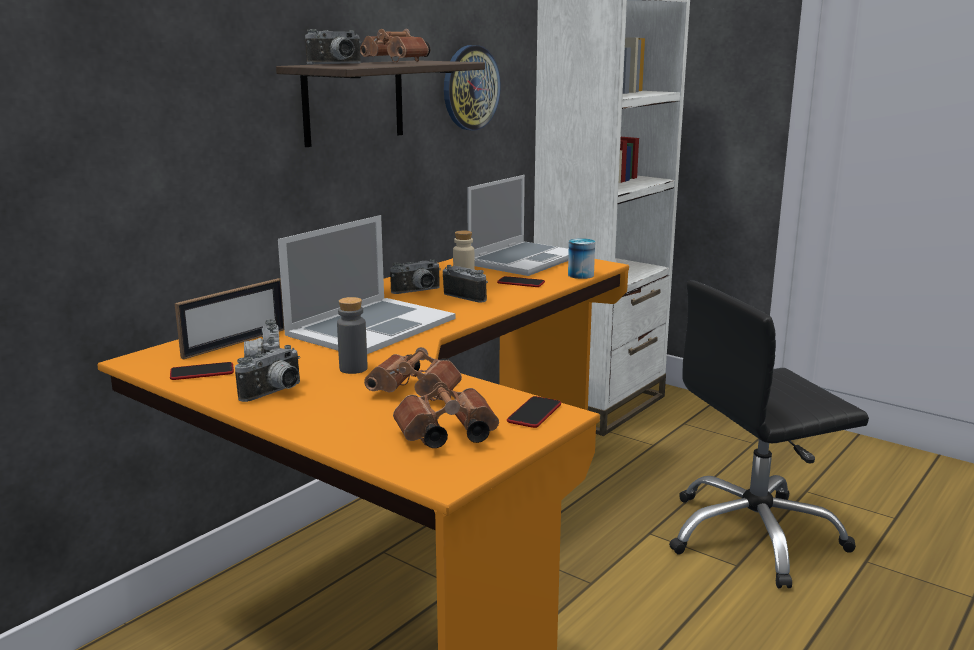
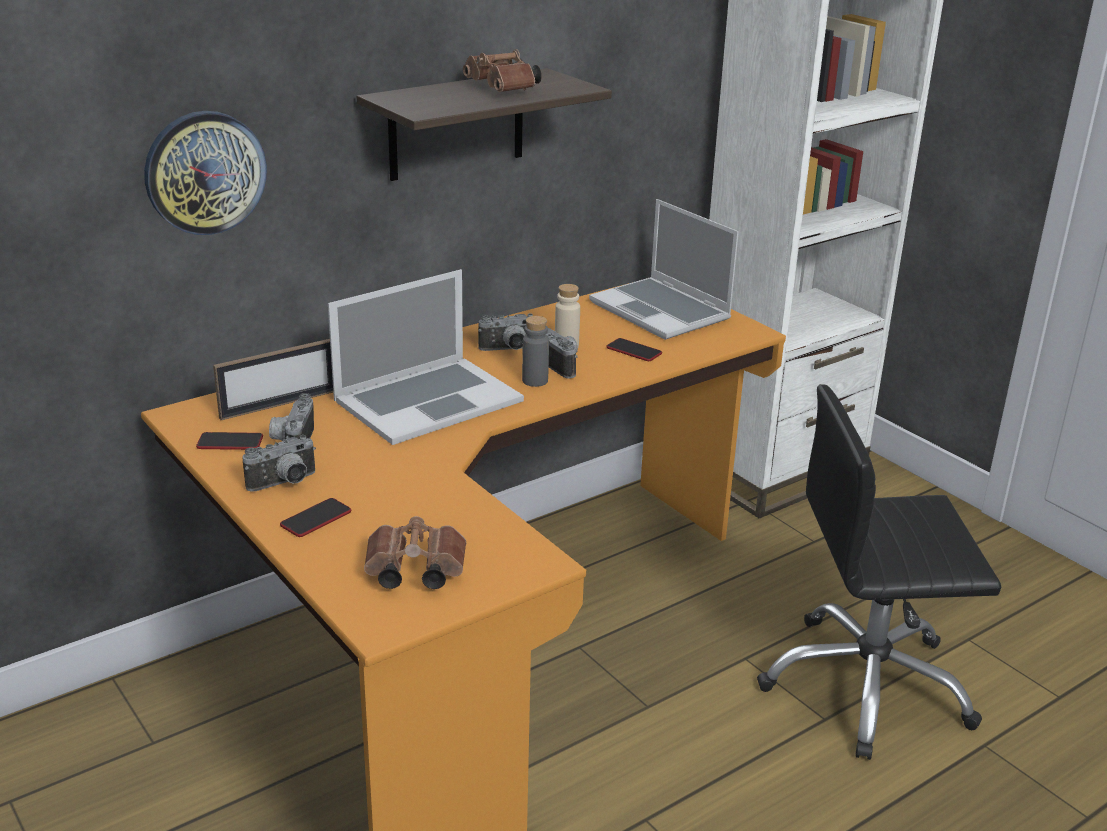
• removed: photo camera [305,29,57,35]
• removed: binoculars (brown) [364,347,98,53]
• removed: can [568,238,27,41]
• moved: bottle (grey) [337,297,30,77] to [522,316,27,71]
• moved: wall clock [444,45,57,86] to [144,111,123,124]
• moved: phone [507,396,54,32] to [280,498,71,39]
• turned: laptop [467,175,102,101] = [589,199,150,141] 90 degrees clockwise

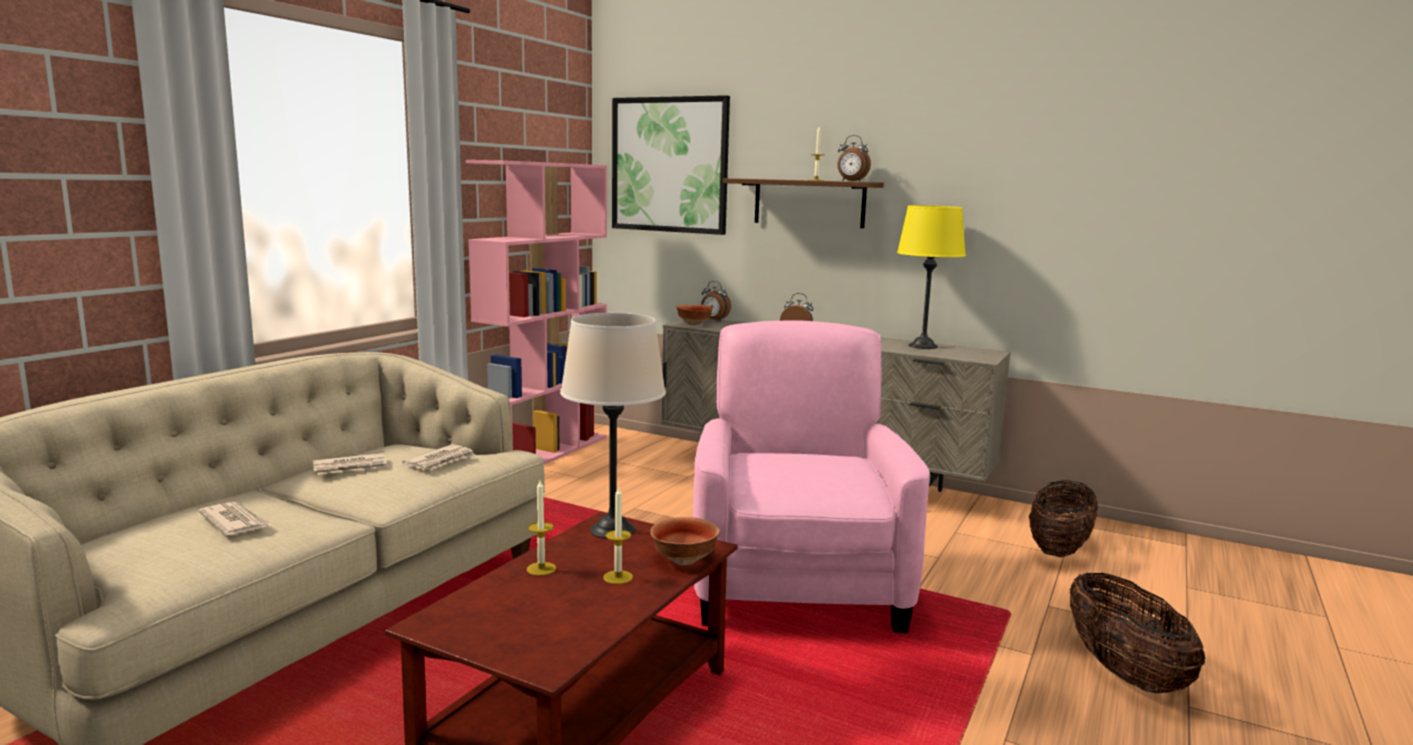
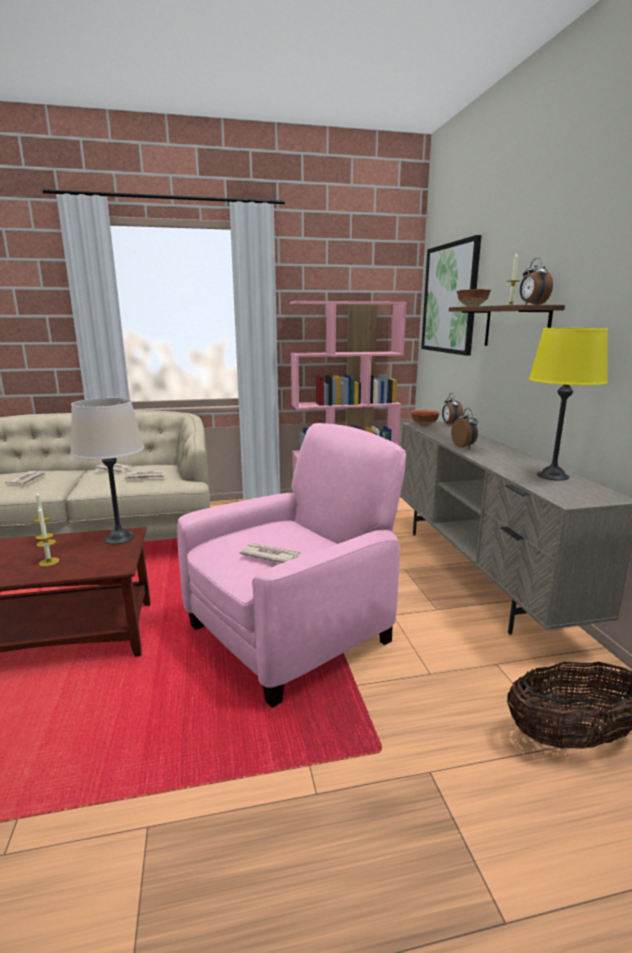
• removed: basket [1070,572,135,121]
• added: newspaper [239,543,61,20]
• moved: bowl [650,517,70,48] to [456,289,35,18]

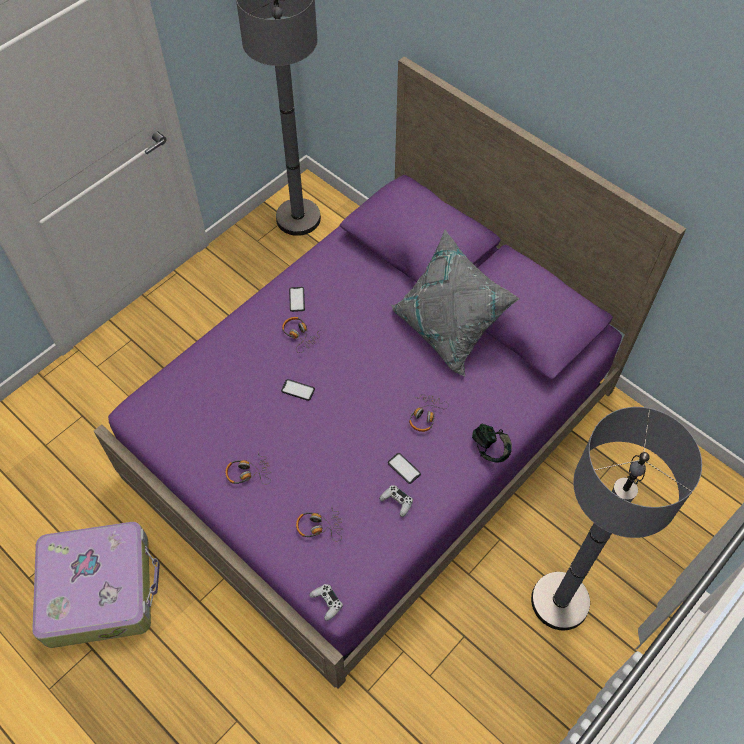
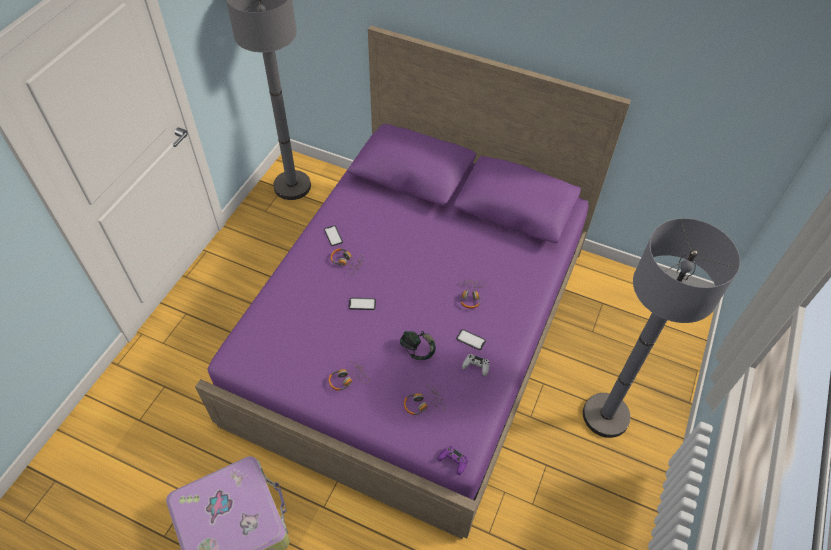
• removed: pillow (grey) [391,229,128,148]
• moved: headphones [472,424,40,39] to [400,331,36,29]
• recoloured: game controller (white) [309,584,34,37] to game controller (purple) [437,446,31,29]

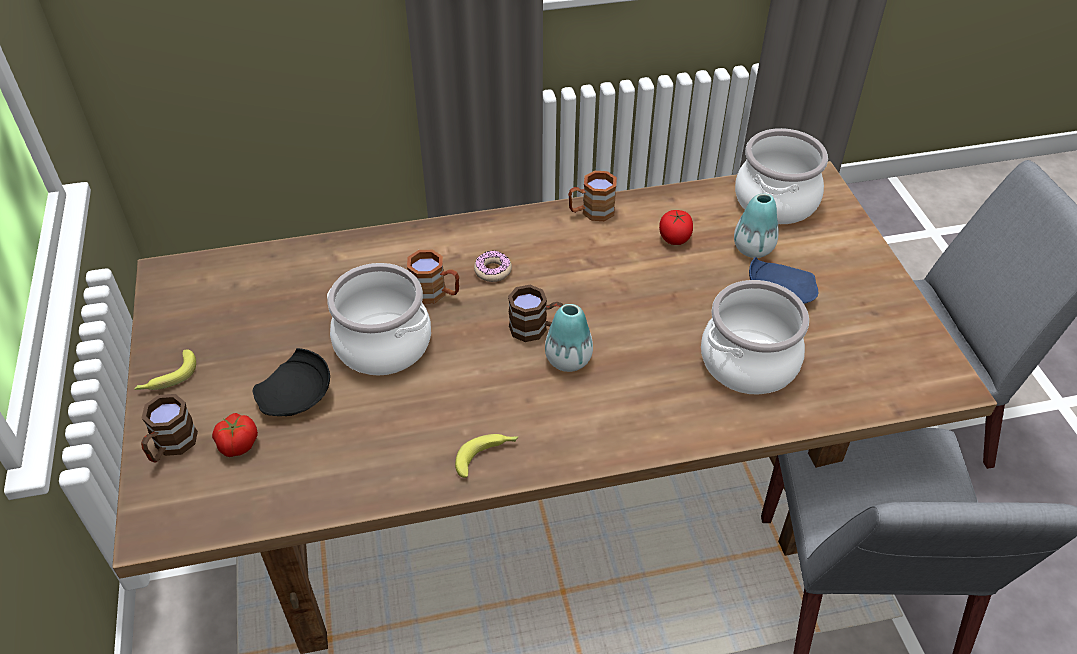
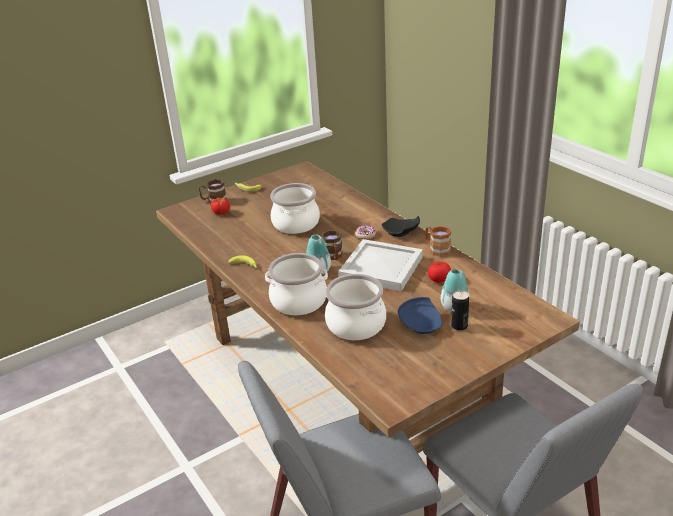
• removed: mug (brown) [407,250,52,54]
• added: tray (white) [338,239,85,52]
• added: can [451,290,18,40]
• moved: plate (black) [253,348,77,68] to [382,216,38,21]
• moved: cooking pot [735,128,93,96] to [265,253,63,62]

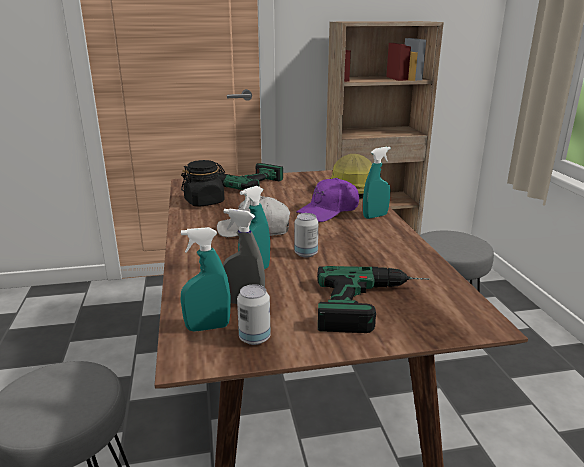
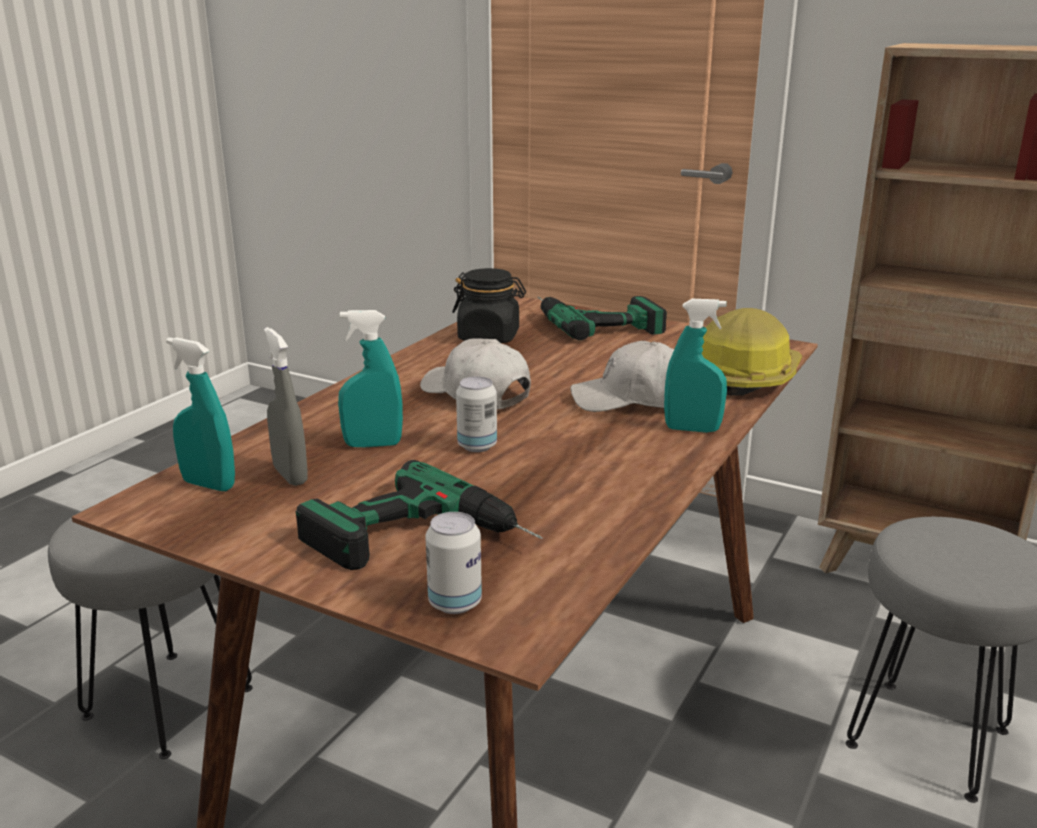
• moved: can [237,284,34,61] to [425,512,57,102]
• recoloured: cap (purple) [296,178,63,44] to cap (white) [570,341,104,71]

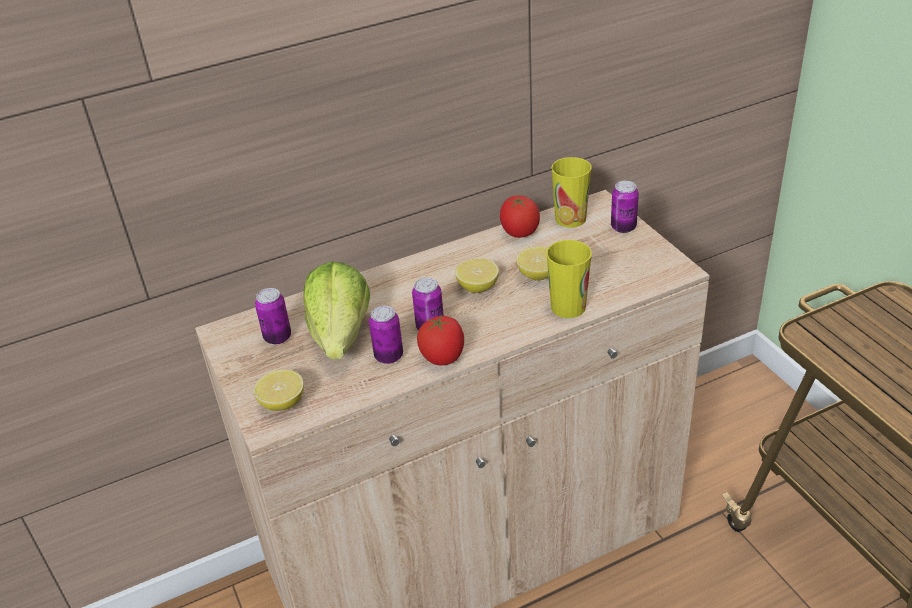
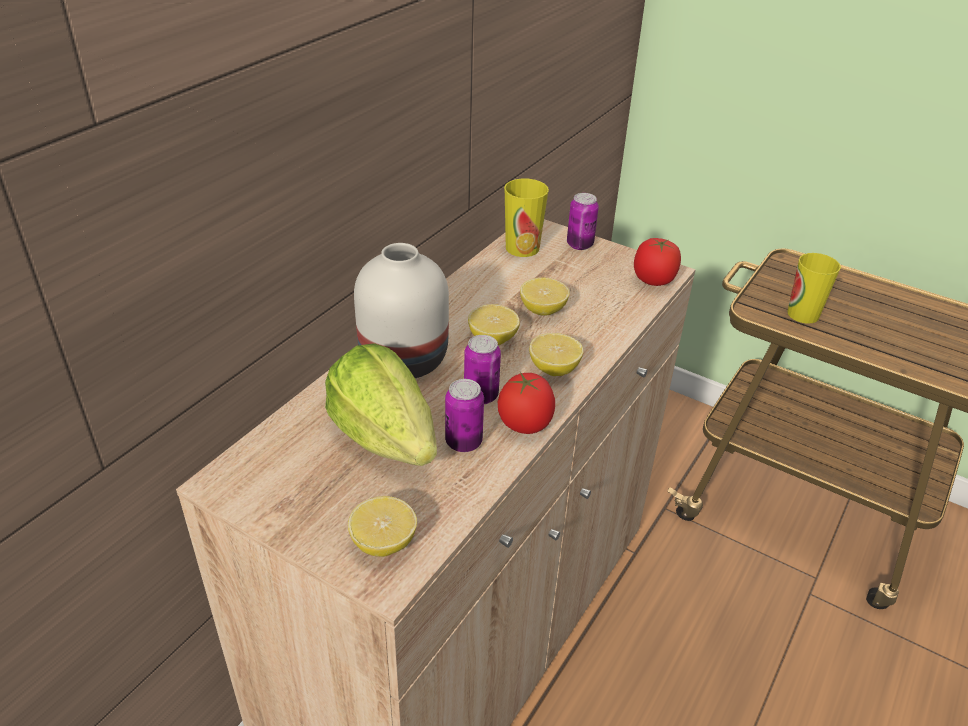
• removed: can [255,288,36,56]
• added: vase (white) [354,243,95,135]
• added: lemon [529,333,54,43]
• moved: tomato [500,195,40,43] to [634,238,47,48]
• moved: cup [546,240,46,78] to [787,253,54,71]

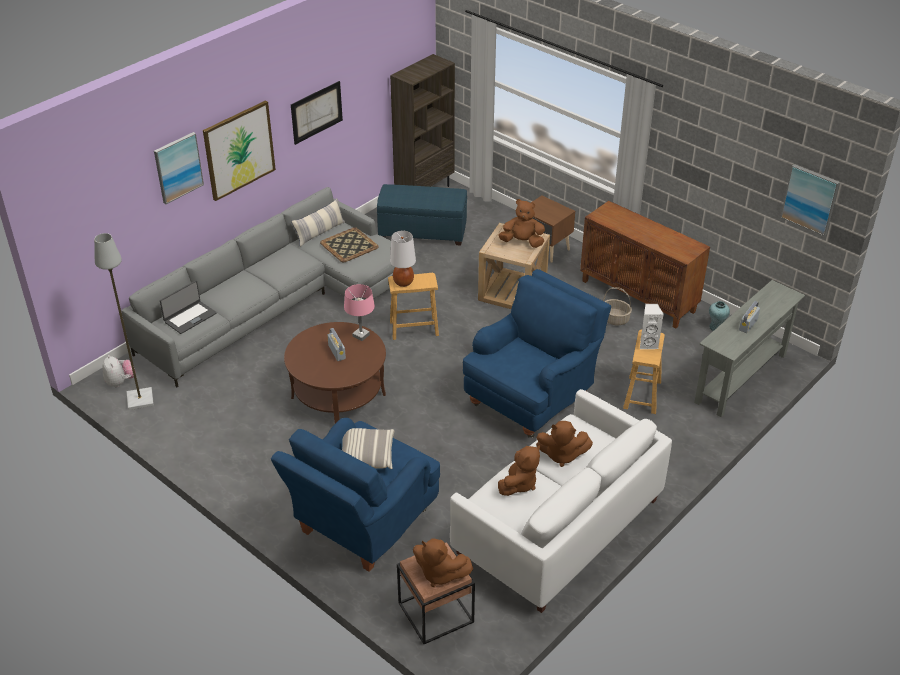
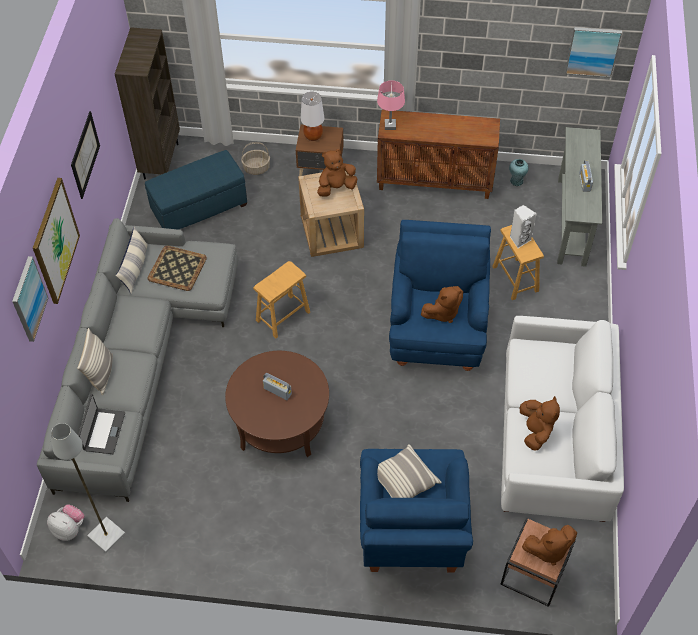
• added: pillow [77,328,36,67]
• moved: table lamp (pink) [344,284,31,57] to [377,80,28,50]
• moved: table lamp (white) [390,231,26,56] to [301,92,23,49]
• moved: plush toy (brown) [536,421,57,46] to [421,286,42,37]
• moved: basket [603,287,29,39] to [241,142,29,33]

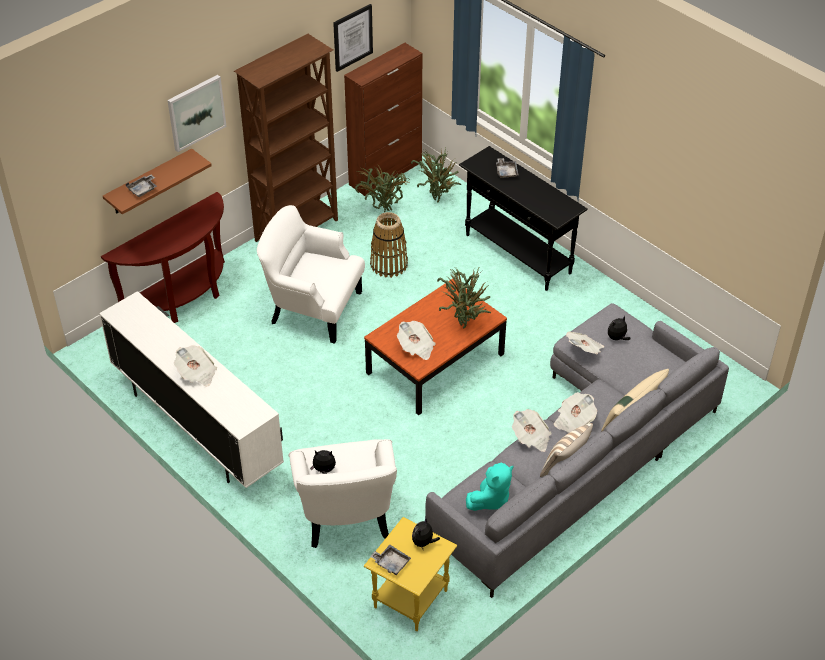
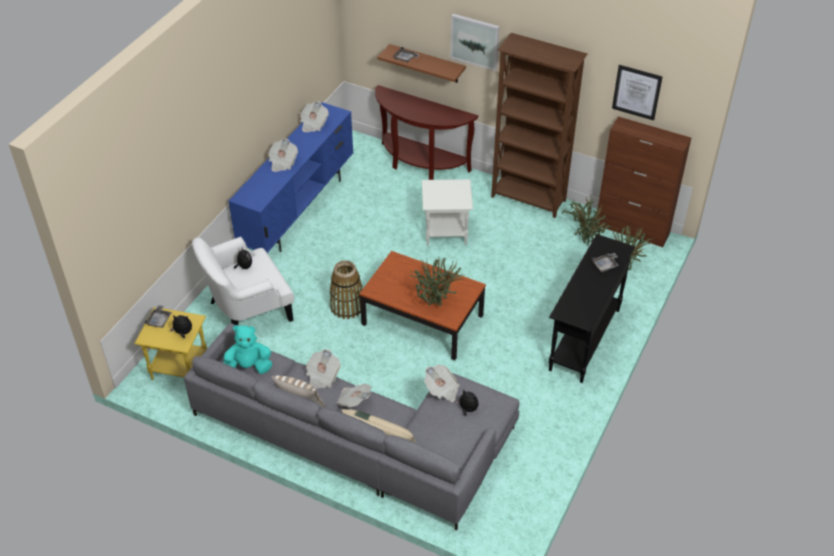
• moved: basket [370,212,38,66] to [330,260,33,59]
• moved: newspaper [397,321,39,39] to [300,101,29,31]
• replaced: armchair (white) [257,205,108,139] to side table (white) [422,179,51,67]
• recoloured: tv stand (white) [99,291,185,197] to tv stand (blue) [228,102,125,151]
• turned: plush toy (turquoise) [466,463,47,48] = [222,325,50,49] 150 degrees clockwise

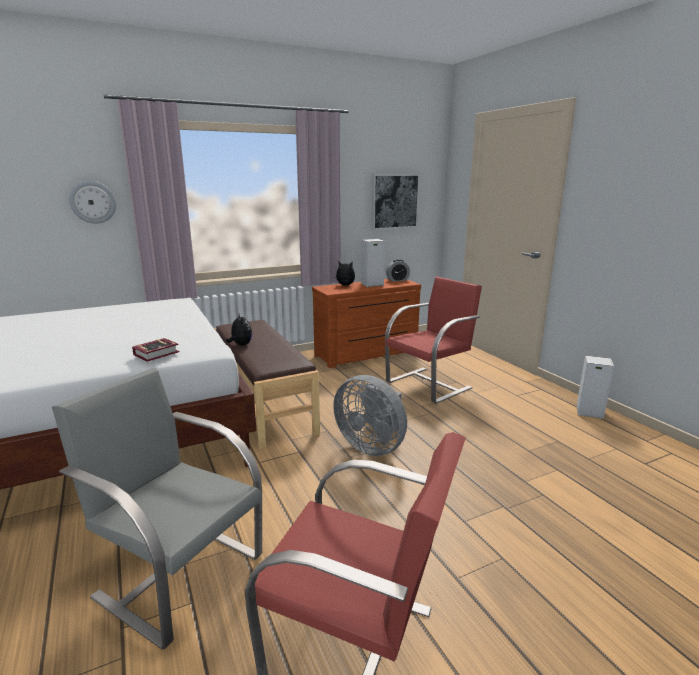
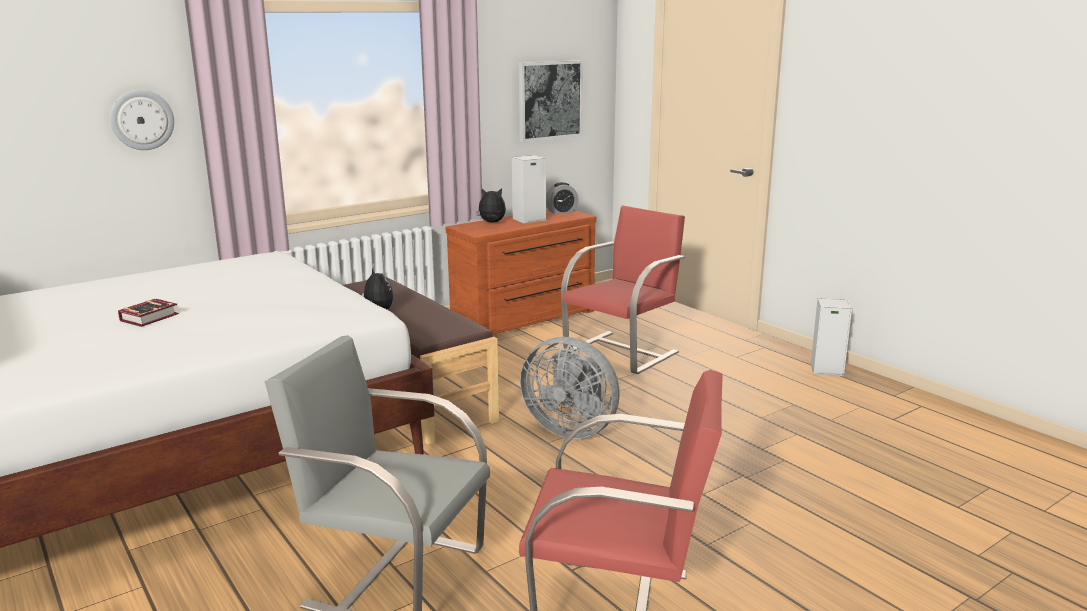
• moved: book [132,338,47,24] to [118,299,61,28]

